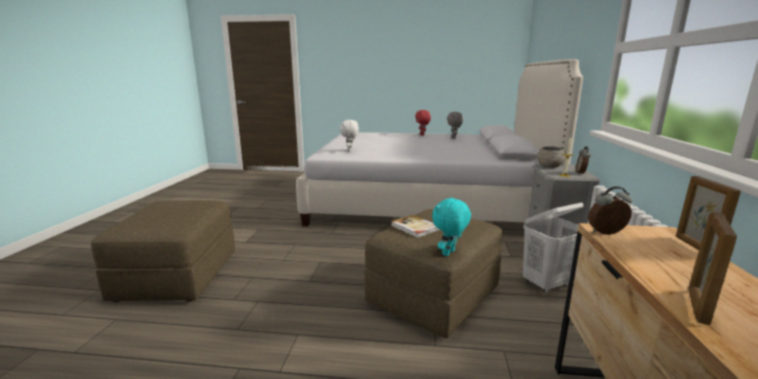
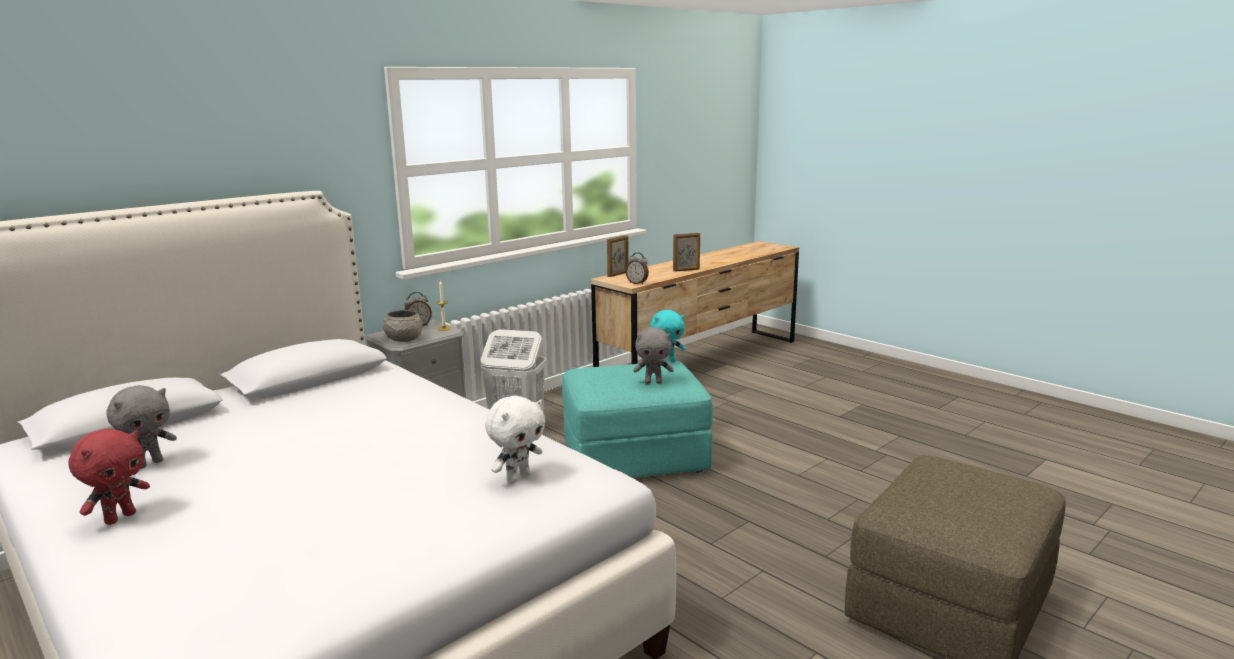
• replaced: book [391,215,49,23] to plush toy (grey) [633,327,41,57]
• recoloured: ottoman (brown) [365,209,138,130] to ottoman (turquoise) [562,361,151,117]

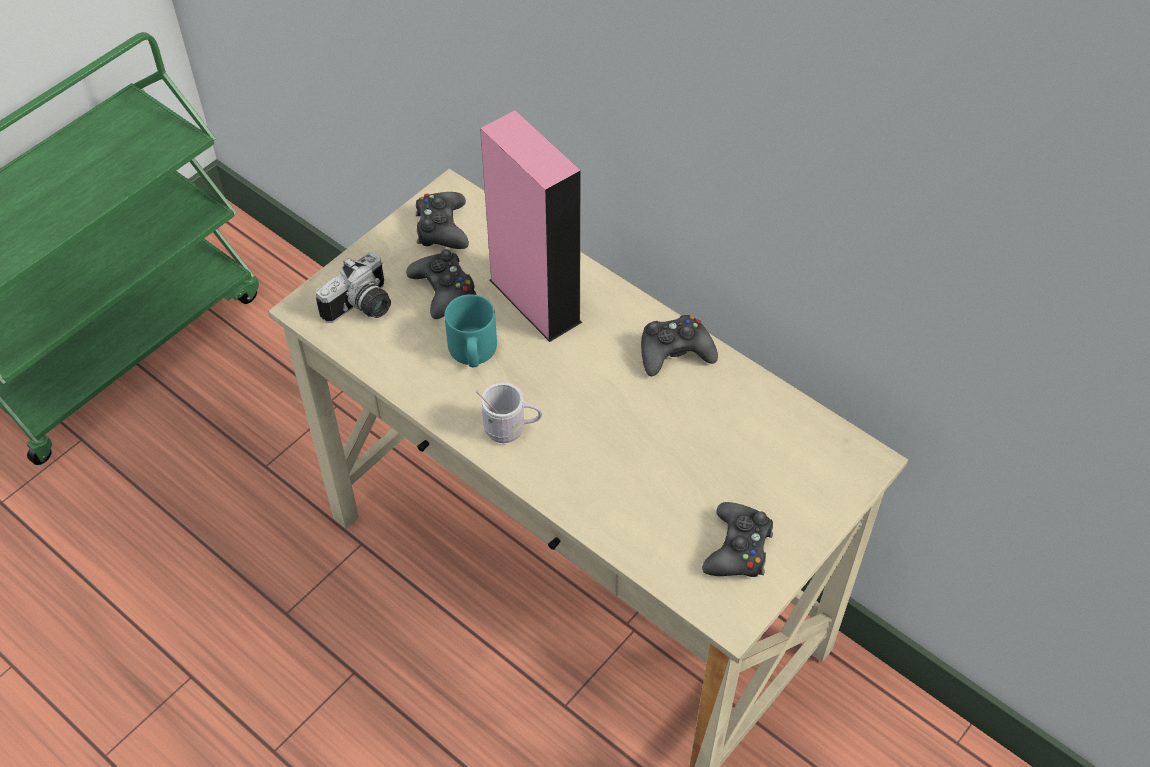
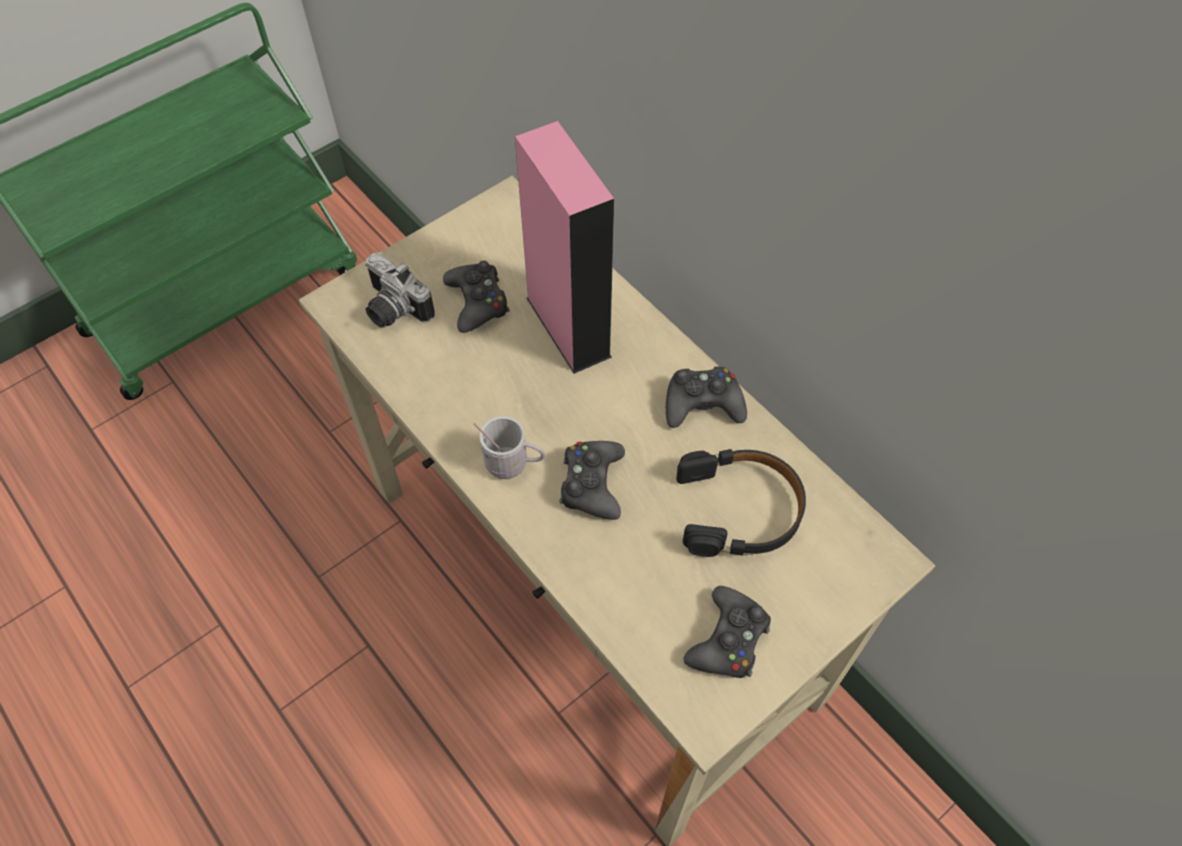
• removed: mug (turquoise) [444,294,53,73]
• added: headphones (black) [676,449,130,108]
• moved: game controller (black) [416,192,53,57] to [560,441,65,79]
• turned: photo camera [316,252,75,71] = [365,253,70,75] 75 degrees clockwise

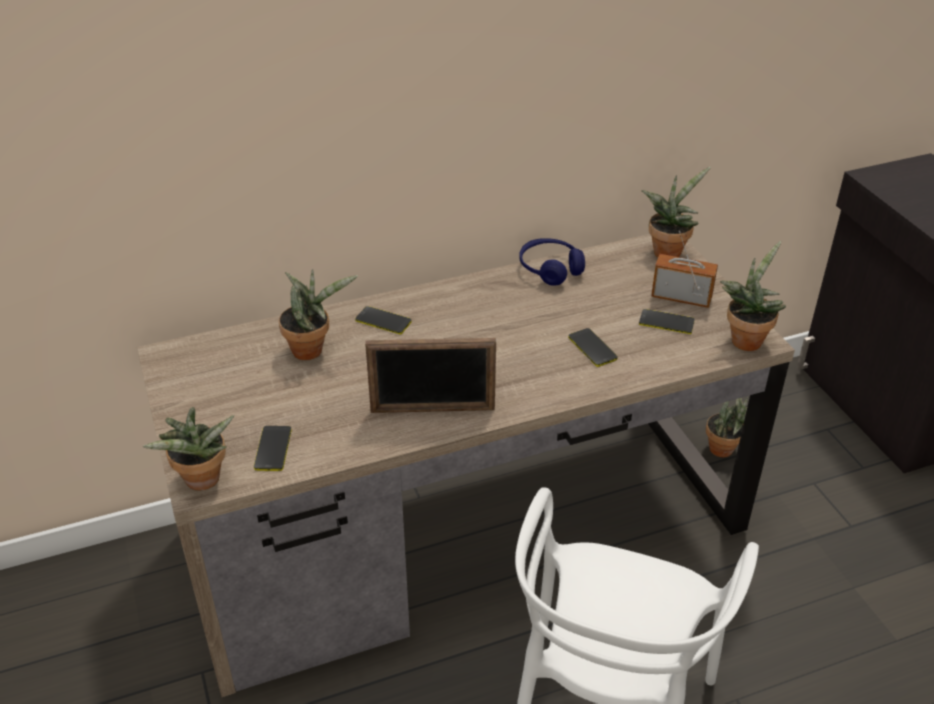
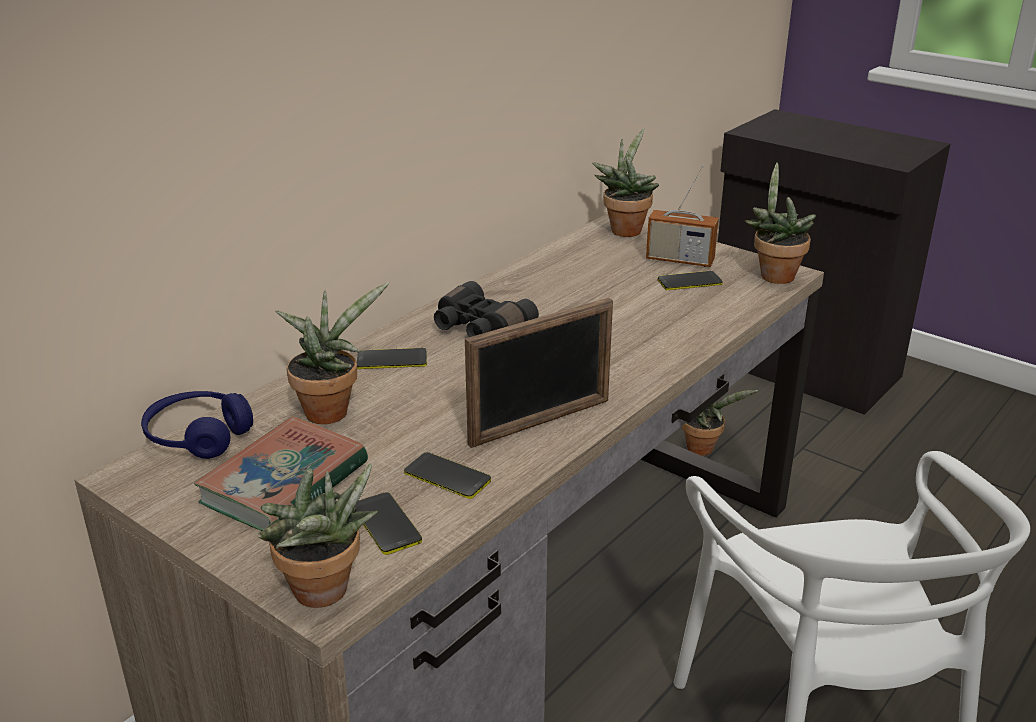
• added: book [194,416,174,115]
• added: binoculars (black) [434,281,105,56]
• moved: headphones (blue) [519,238,66,48] to [141,391,112,68]
• moved: phone [568,328,50,39] to [404,452,87,47]
• turned: radio [651,231,67,77] = [646,165,73,102] 150 degrees counterclockwise

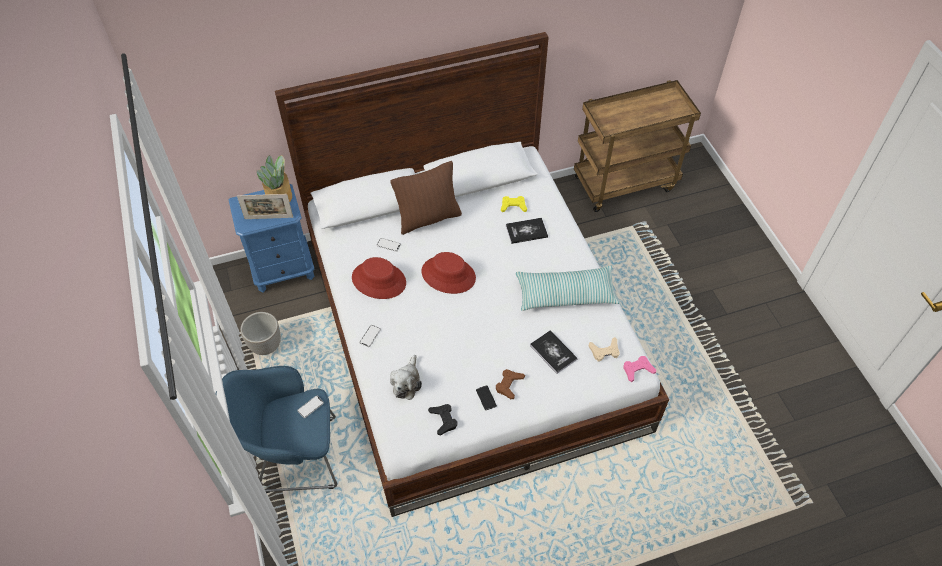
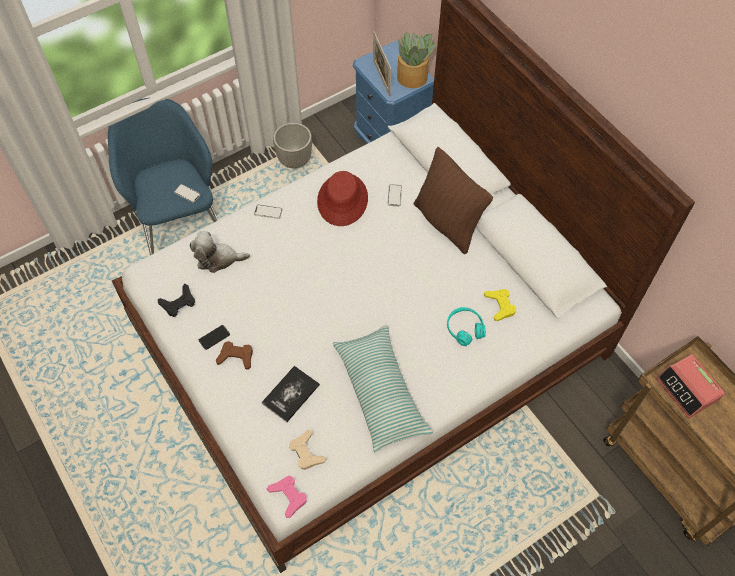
• removed: hat (red) [421,252,55,42]
• added: alarm clock [656,354,69,64]
• replaced: book [506,218,42,26] to headphones (turquoise) [447,307,39,39]

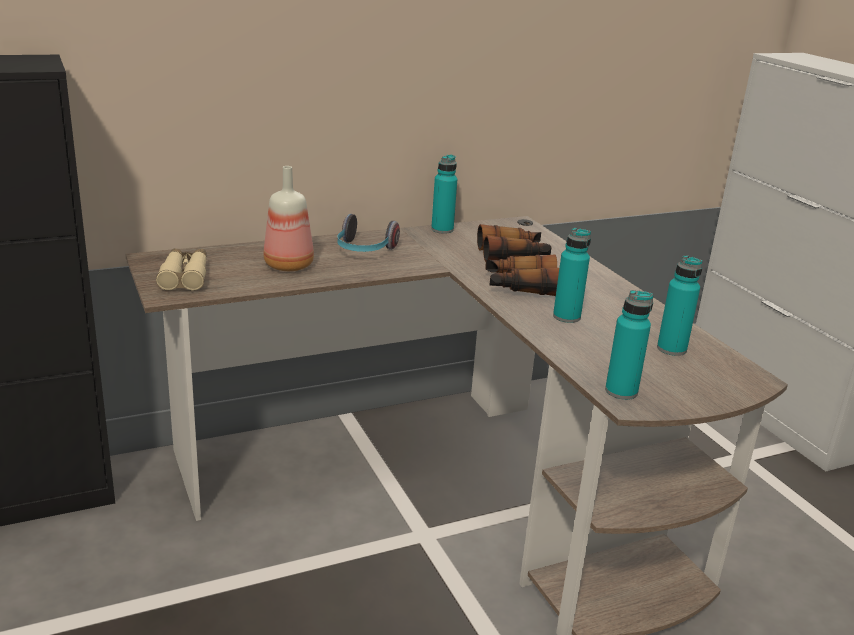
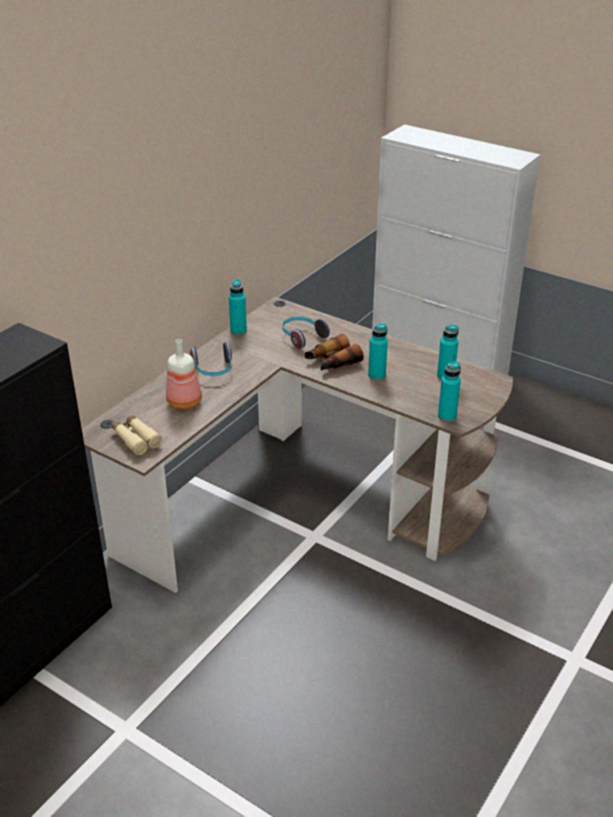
• replaced: binoculars [477,224,74,38] to headphones [282,316,48,33]

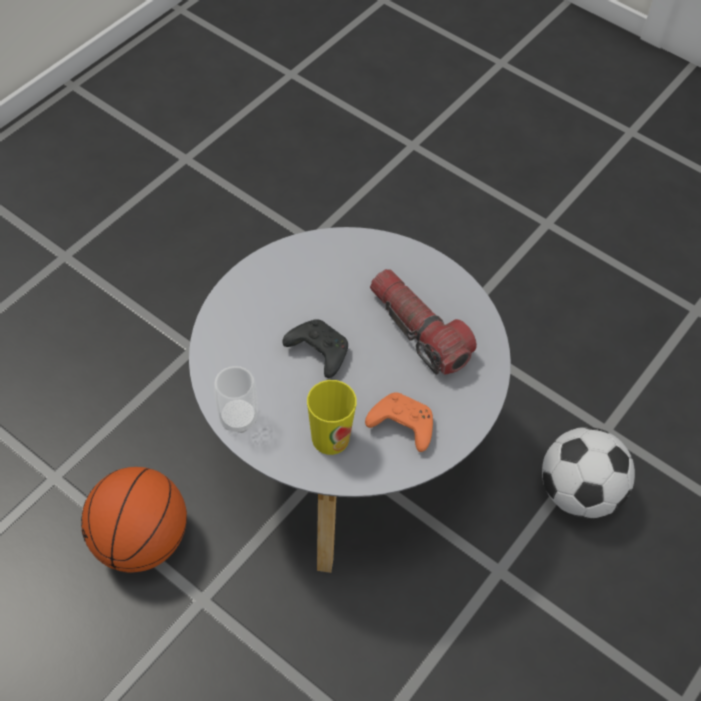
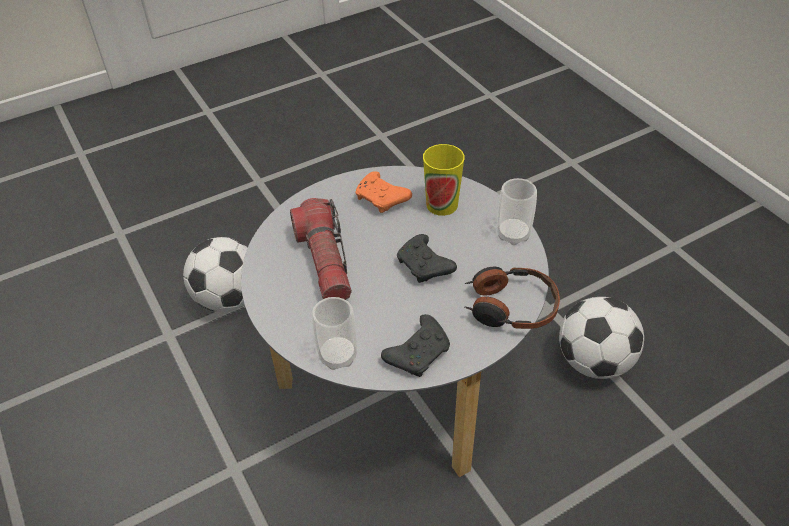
• added: cup [312,297,45,73]
• added: game controller (black) [381,314,69,63]
• added: headphones [464,266,96,63]
• replaced: basketball [81,467,106,105] to football [559,297,85,82]

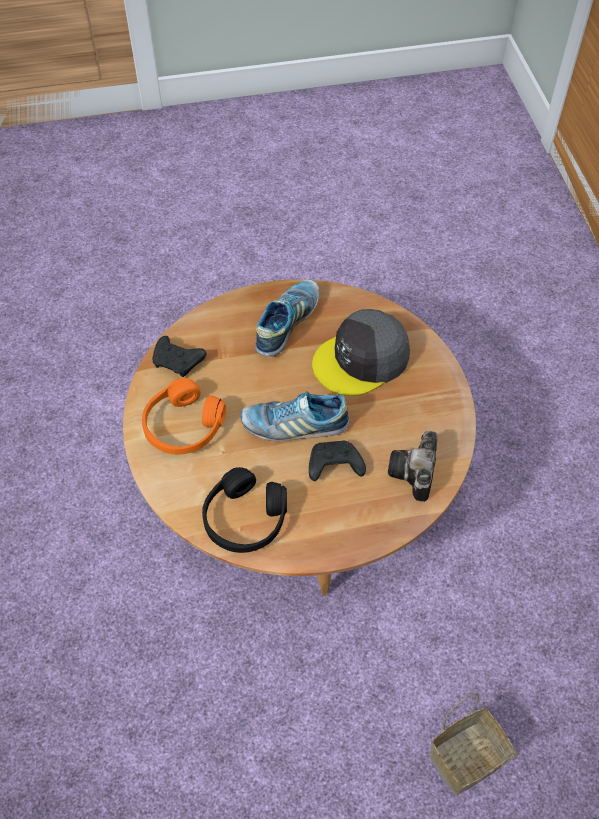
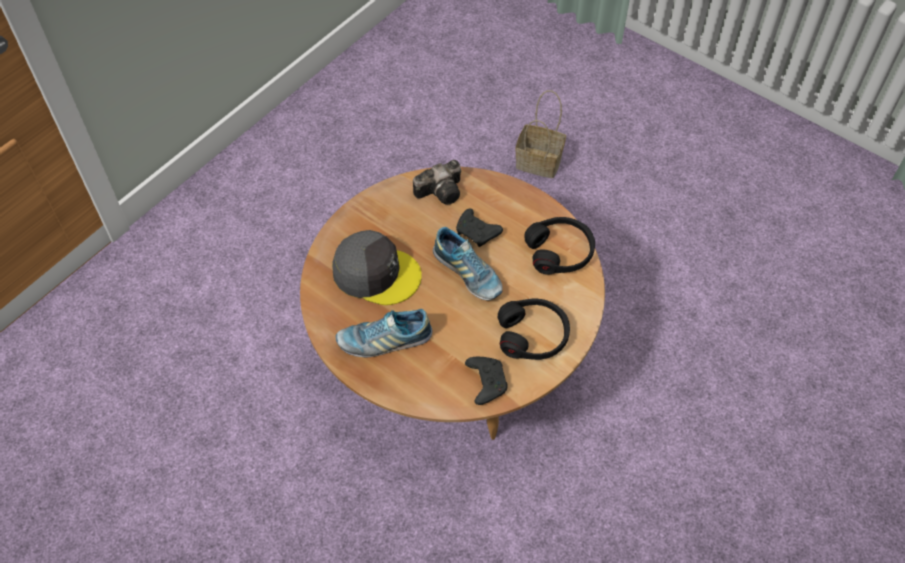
• recoloured: headphones (orange) [142,378,84,76] to headphones (black) [498,298,72,62]

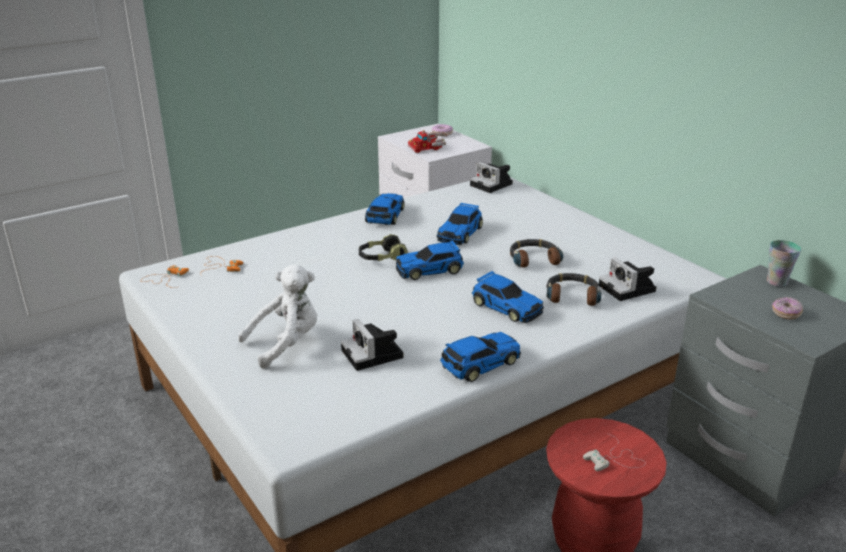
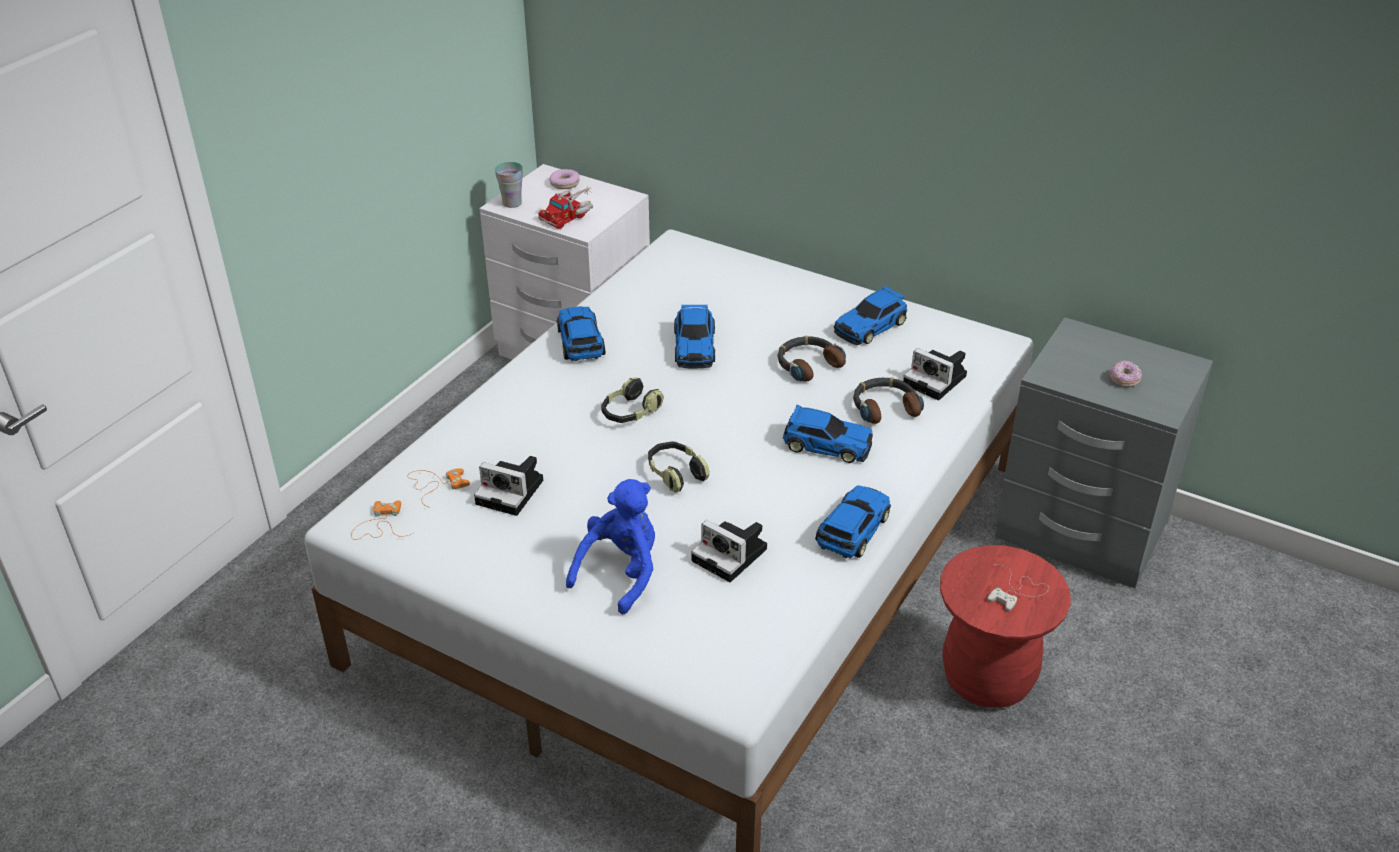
• added: headphones [648,441,62,51]
• moved: toy car [396,240,68,40] to [834,286,73,59]
• moved: photo camera [470,162,43,31] to [474,456,69,60]
• moved: cup [767,240,34,47] to [495,162,28,46]
• recoloured: plush toy (white) [238,264,79,105] to plush toy (blue) [566,479,89,135]

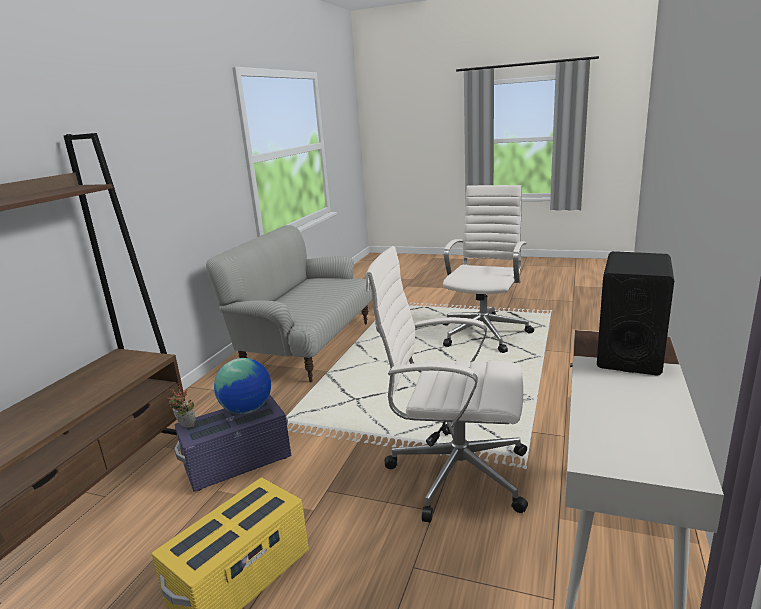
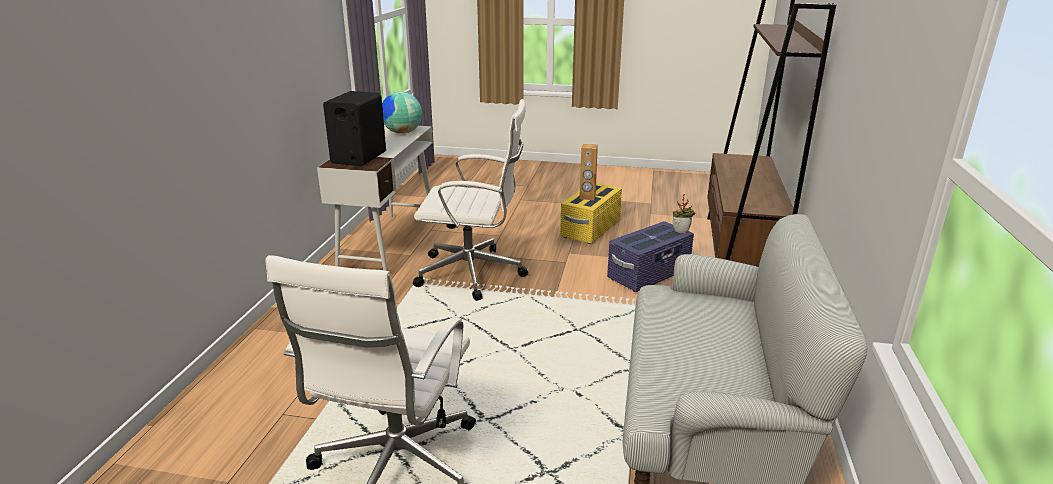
• added: speaker (brown) [579,144,19,56]
• moved: globe [214,358,57,56] to [382,91,40,43]

